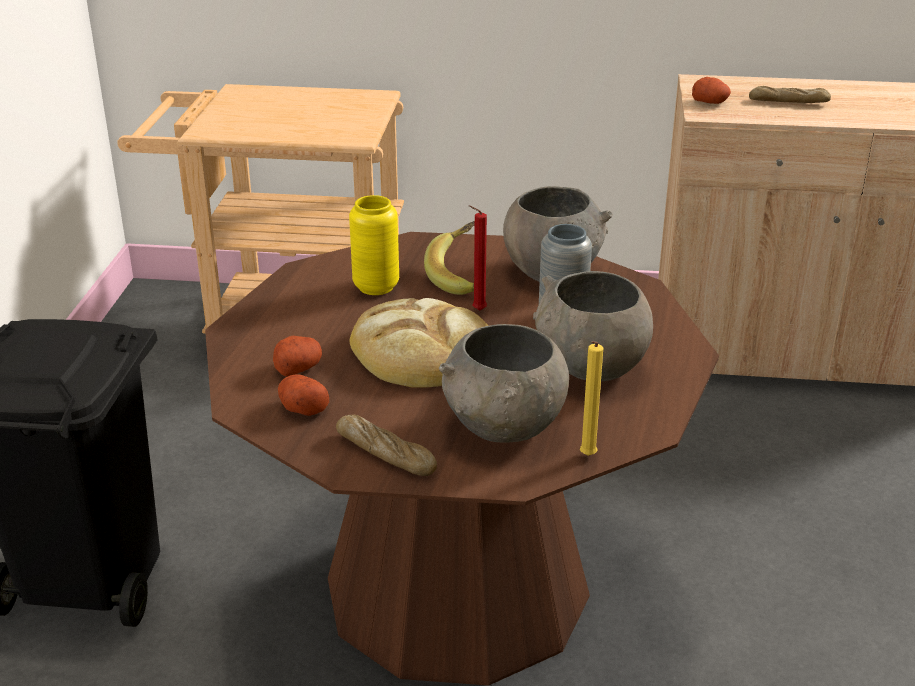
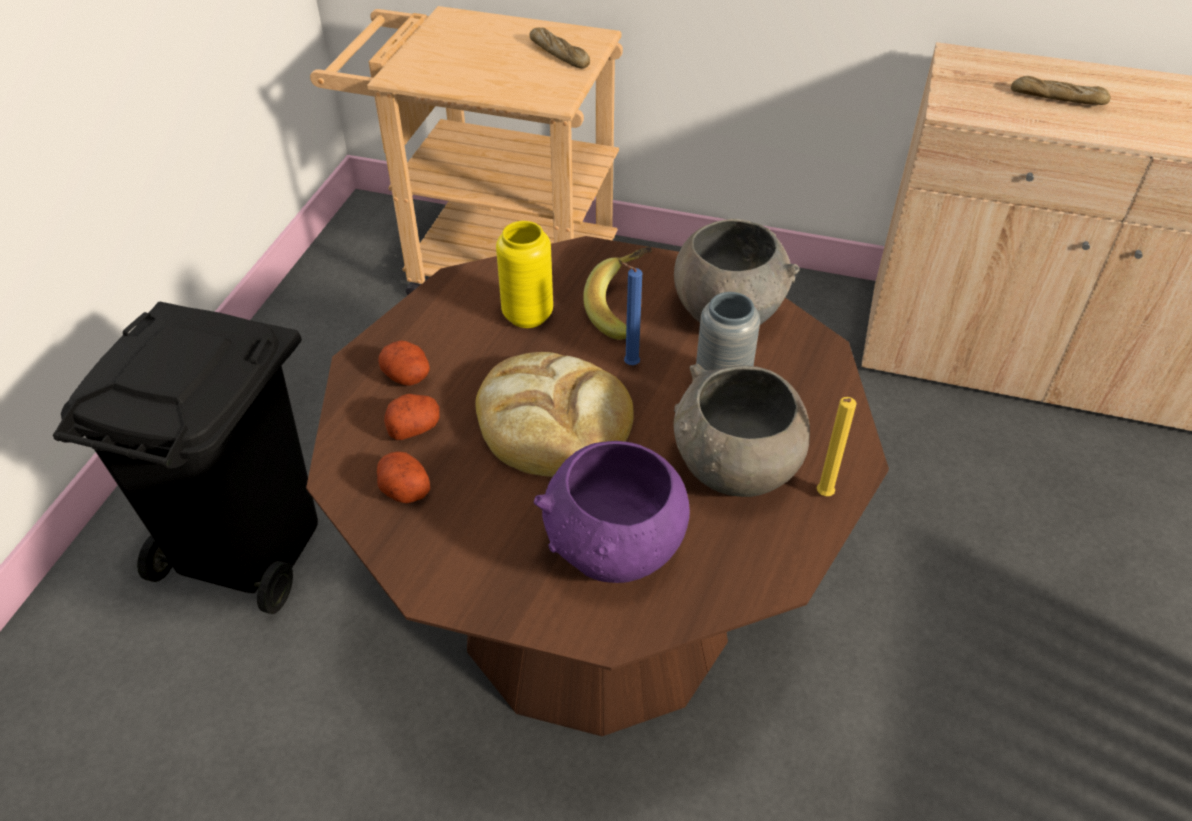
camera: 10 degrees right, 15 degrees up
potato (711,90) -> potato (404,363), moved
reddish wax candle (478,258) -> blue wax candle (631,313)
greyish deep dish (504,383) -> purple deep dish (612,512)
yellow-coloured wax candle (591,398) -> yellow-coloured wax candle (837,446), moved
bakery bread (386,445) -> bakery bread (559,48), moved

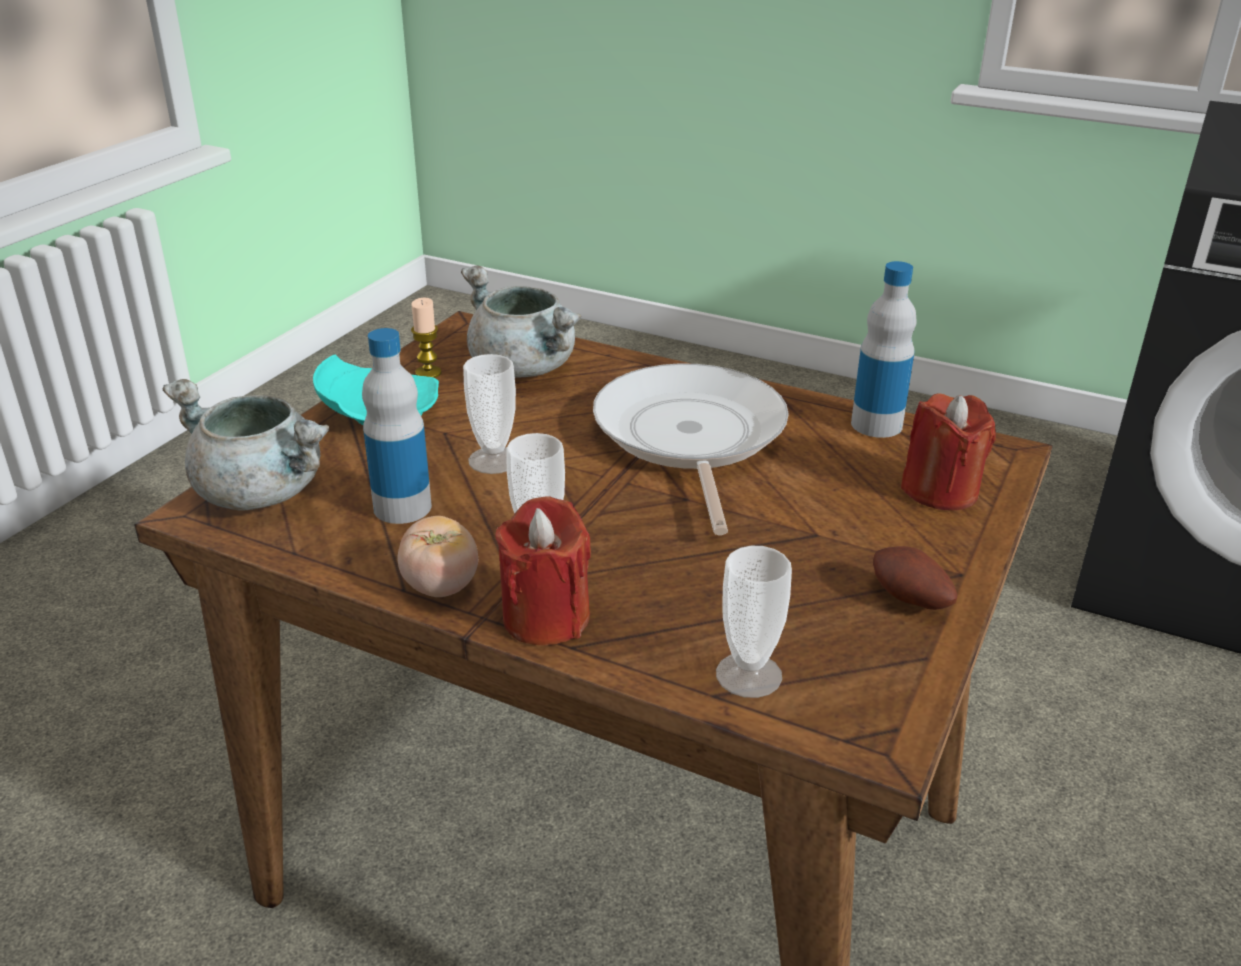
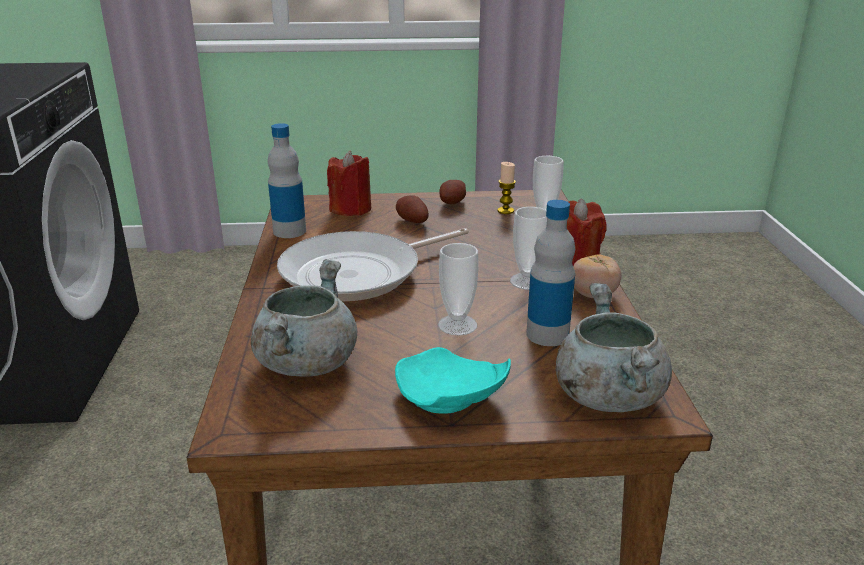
camera: 120 degrees left, 5 degrees down
wax candle (426,338) -> wax candle (506,188), moved
none -> potato (412,209)

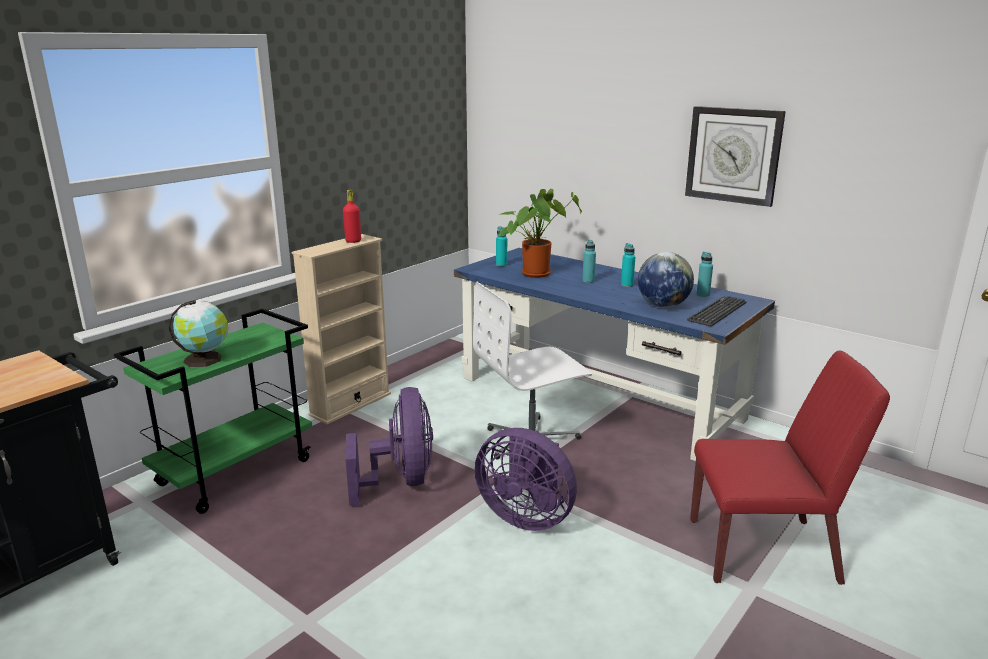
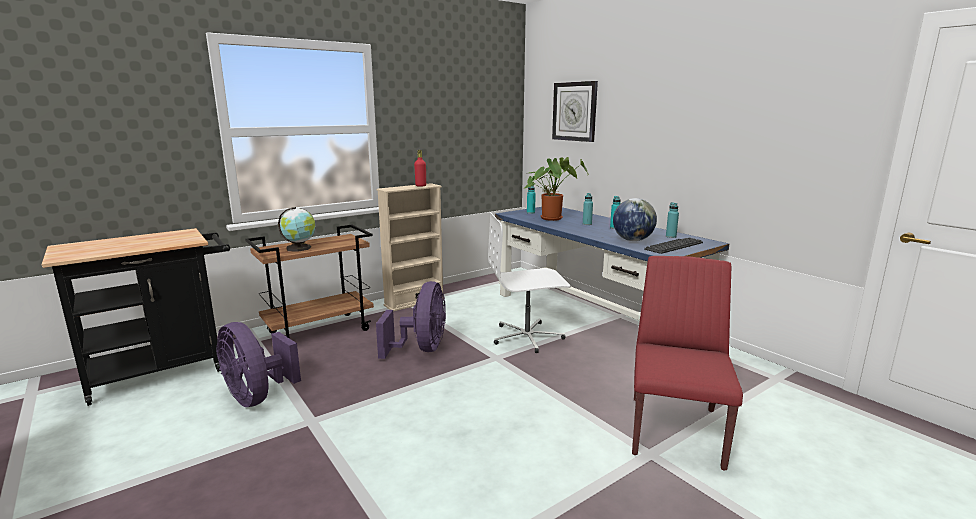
camera: 15 degrees right, 5 degrees down
wall clock (735,156) -> wall clock (575,111), moved
greenish wheeled cart (213,411) -> brown wheeled cart (309,282)
reddish plain chair (790,467) -> reddish plain chair (687,363), 90 degrees counterclockwise
purple fan (525,479) -> purple fan (258,364), moved

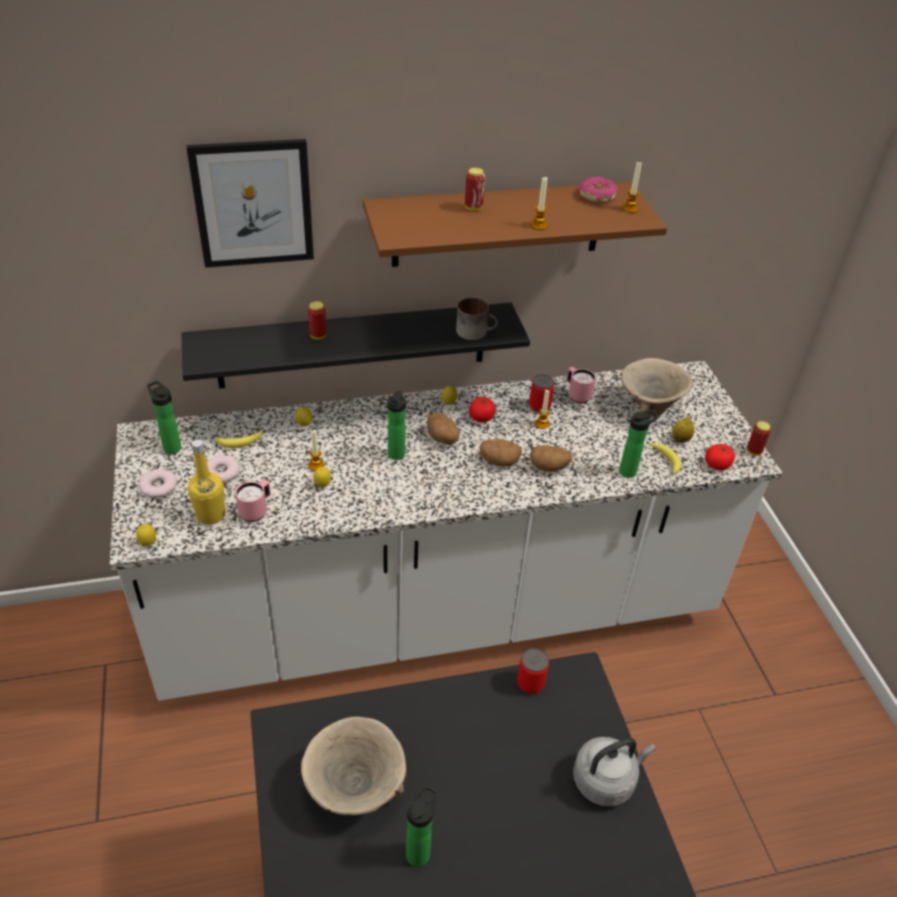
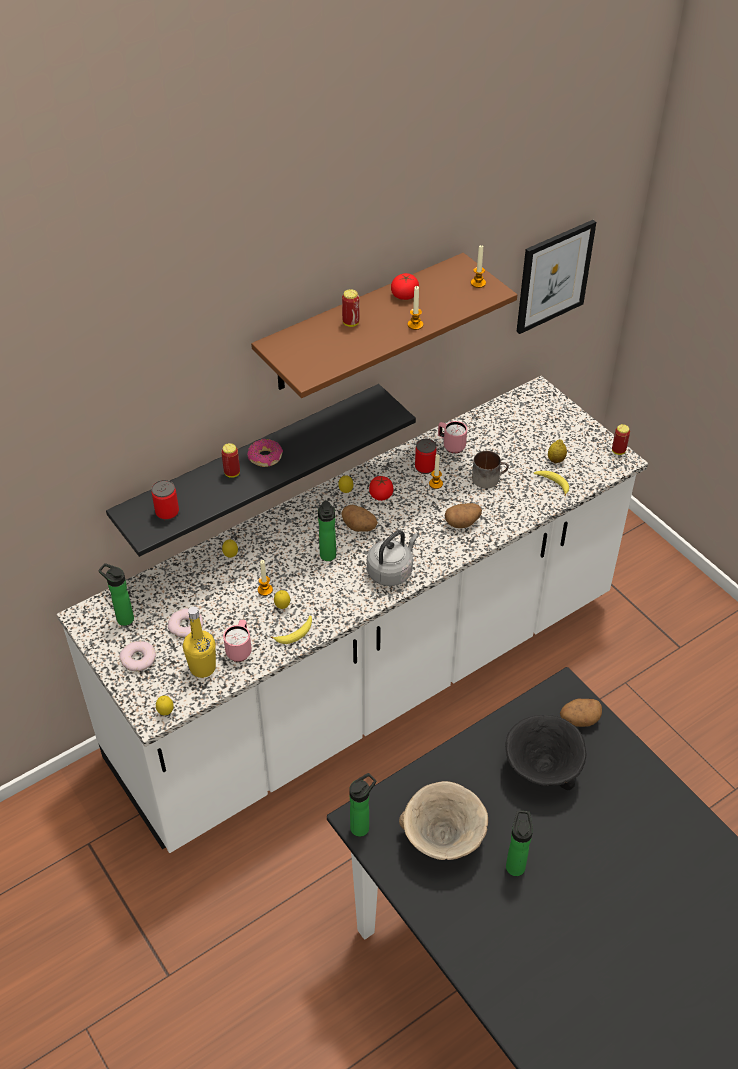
camera: 20 degrees left, 5 degrees up
wall art (250,203) -> wall art (556,277), moved
ring doughnut (598,189) -> ring doughnut (265,453), moved
coffee mug (477,319) -> coffee mug (490,469), moved
sand-coloured deep dish (657,388) -> none
bottle (639,444) -> bottle (362,805), moved
whole banana (238,439) -> whole banana (291,629), moved
potato (501,452) -> potato (581,713), moved
fresh tomato (720,457) -> fresh tomato (405,286), moved
sealed can (533,671) -> sealed can (165,500), moved
greyish kettle (614,771) -> greyish kettle (392,558), moved
none -> black-coloured deep dish (545,752)

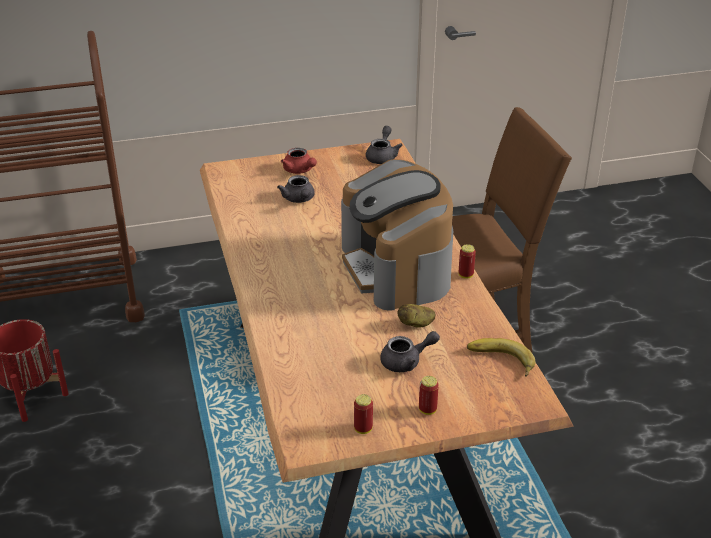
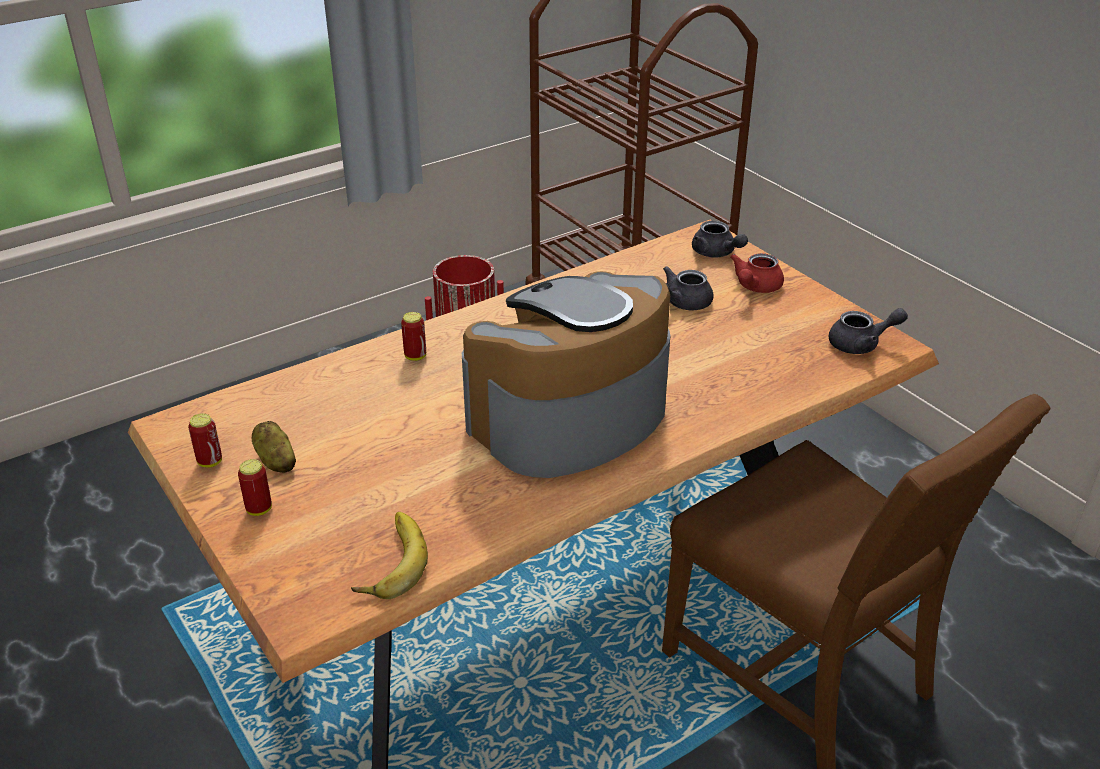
camera: 70 degrees right, 0 degrees up
sealed can (467,261) -> sealed can (413,336), moved
potato (416,316) -> potato (274,447), moved
greyish teapot (410,351) -> greyish teapot (720,239), moved

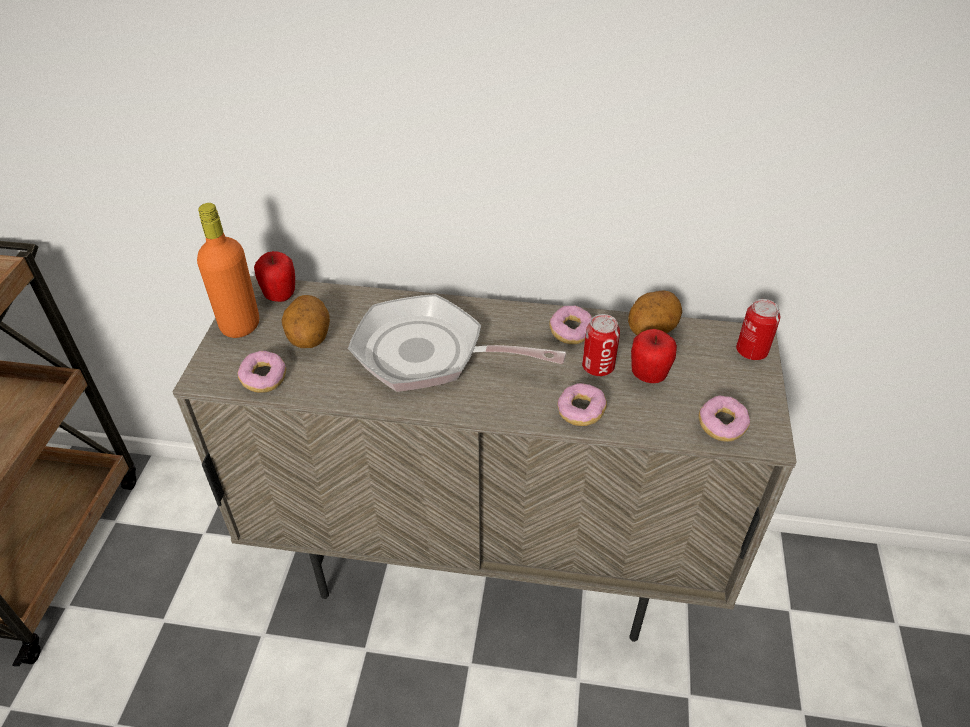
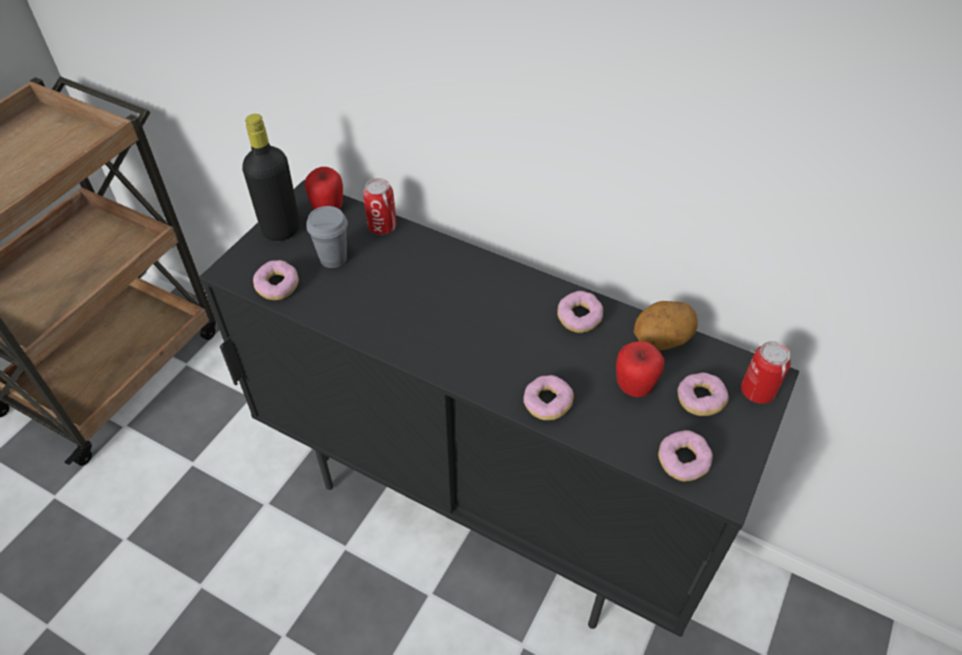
camera: 20 degrees right, 5 degrees up
orange-coloured bottle (228,270) -> black-coloured bottle (271,177)
sand-coloured cabinet (485,459) -> black-coloured cabinet (499,408)
frying pan (457,343) -> none
potato (306,321) -> greyish cup (327,237)
sealed can (601,345) -> sealed can (380,206), moved
none -> ring doughnut (703,394)

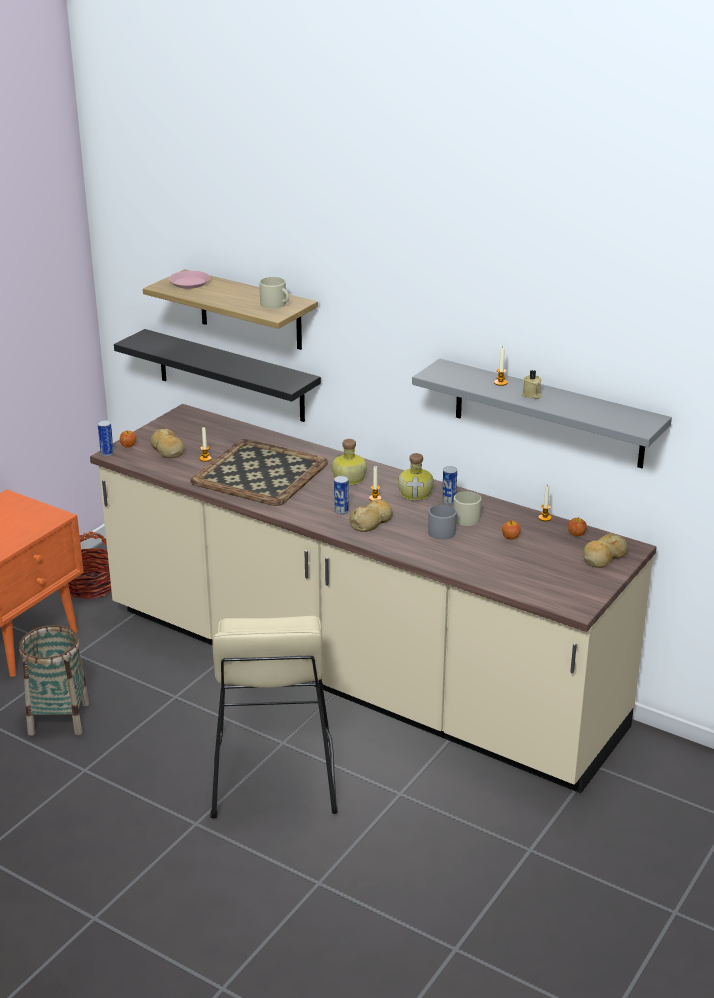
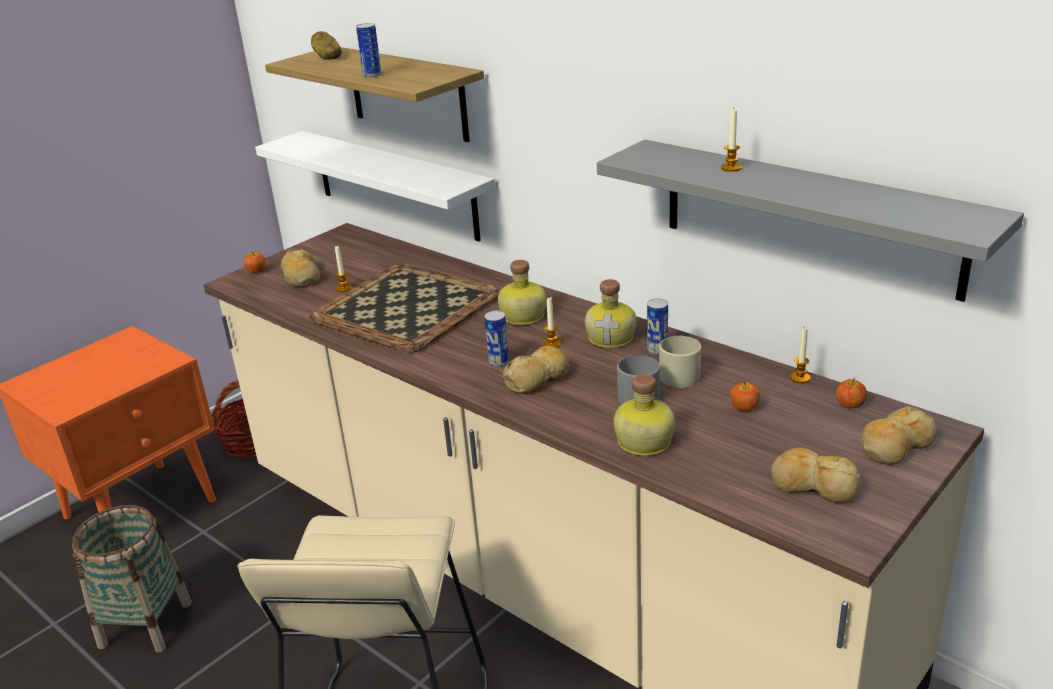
camera: 10 degrees right, 0 degrees up
pinkish dinner plate (189,280) -> potato (326,45)
sand-coloured coffee mug (274,293) -> none
black-coloured bracket shelf (217,375) -> white-coloured bracket shelf (375,186)
sand-coloured wax candle (532,384) -> none
sealed can (106,438) -> sealed can (369,50), moved
none -> bottle (644,415)
none -> bakery bread (816,475)

